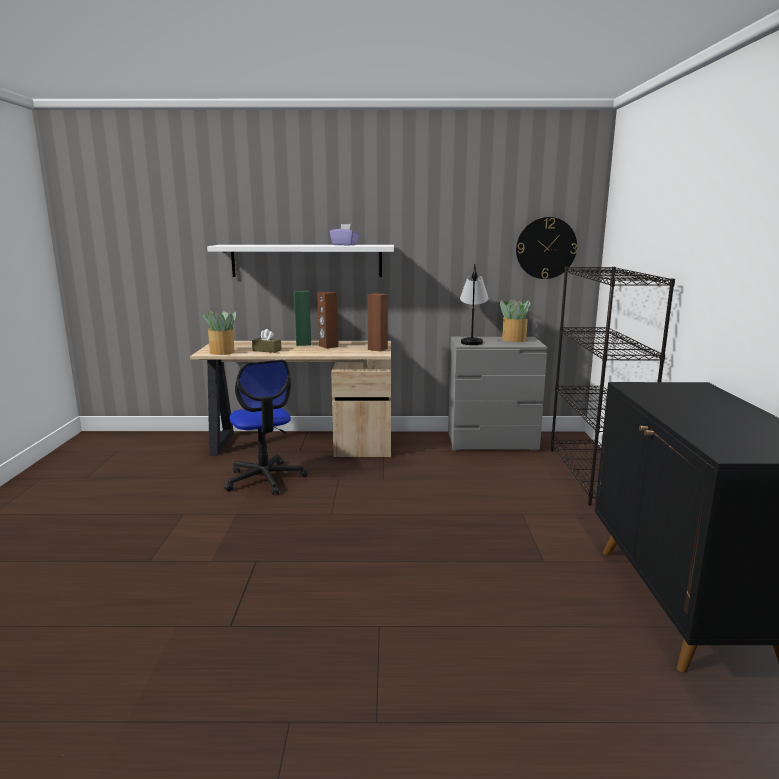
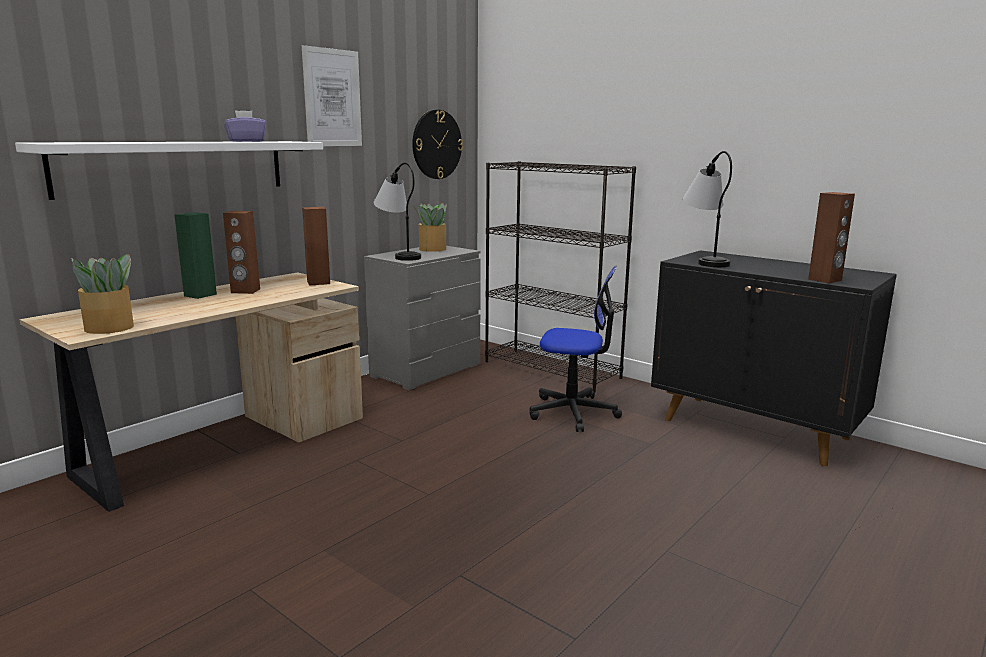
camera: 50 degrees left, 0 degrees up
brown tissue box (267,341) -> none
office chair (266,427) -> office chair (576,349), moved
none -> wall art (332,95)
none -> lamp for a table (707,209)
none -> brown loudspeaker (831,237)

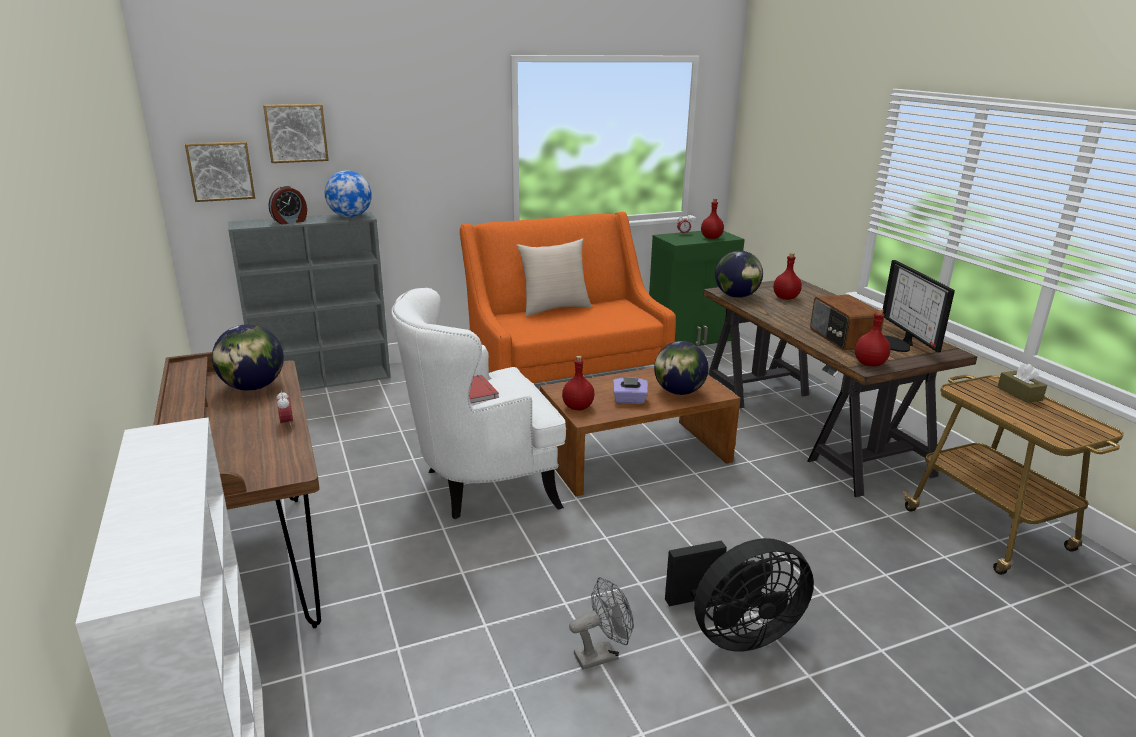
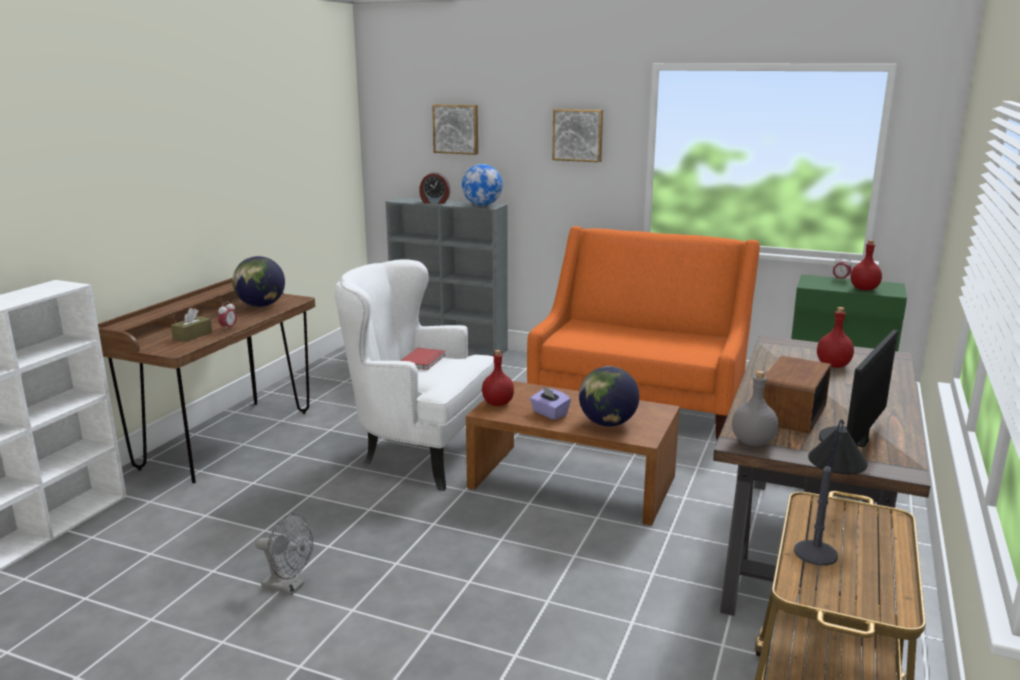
camera: 45 degrees right, 5 degrees down
wall art (220,171) -> wall art (577,135), moved
sand-coloured pillow (554,277) -> none
globe (739,274) -> none
reddish bottle (872,338) -> greyish bottle (755,408)
brown tissue box (1022,383) -> brown tissue box (191,325), moved
black-coloured fan (739,595) -> none
none -> lamp for a table (831,492)

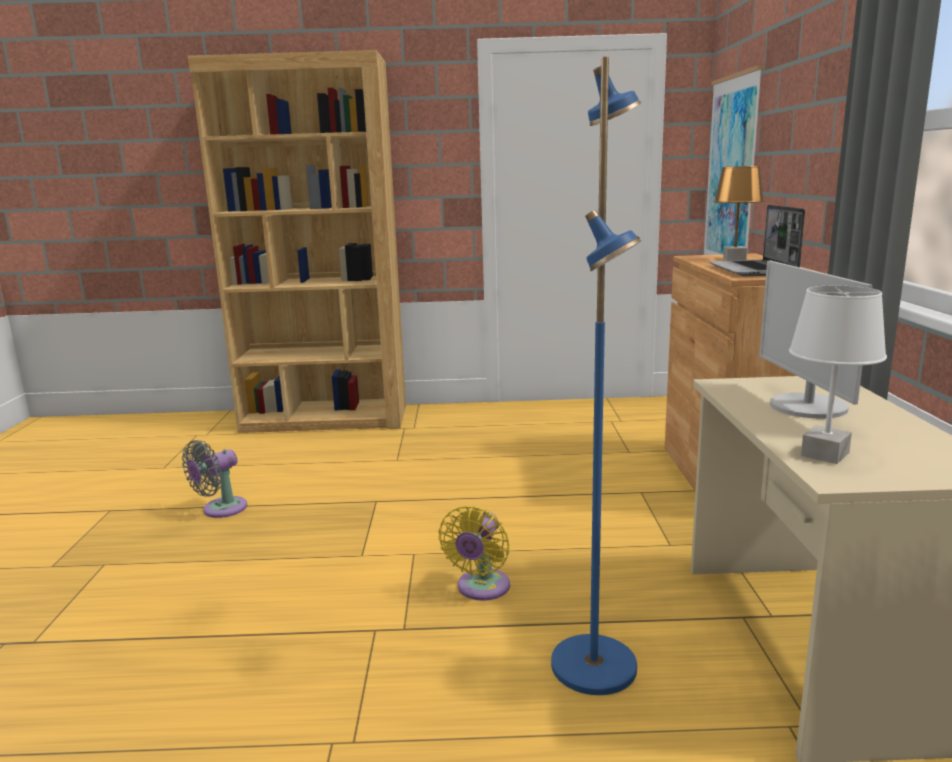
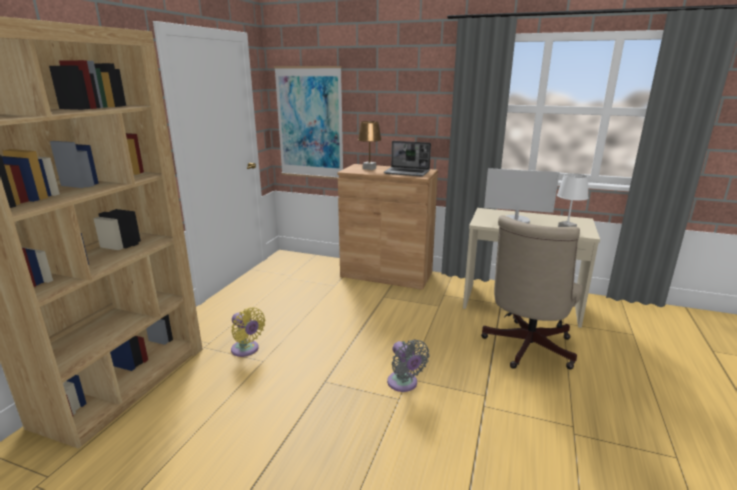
camera: 70 degrees left, 5 degrees up
blue floor lamp (596,376) -> sand-coloured office chair (532,292)
greyish fan (214,479) -> greyish fan (408,365), moved
yellow-coloured fan (474,553) -> yellow-coloured fan (248,332), moved

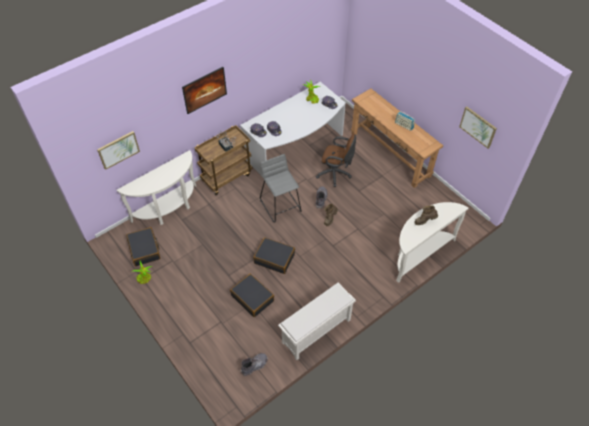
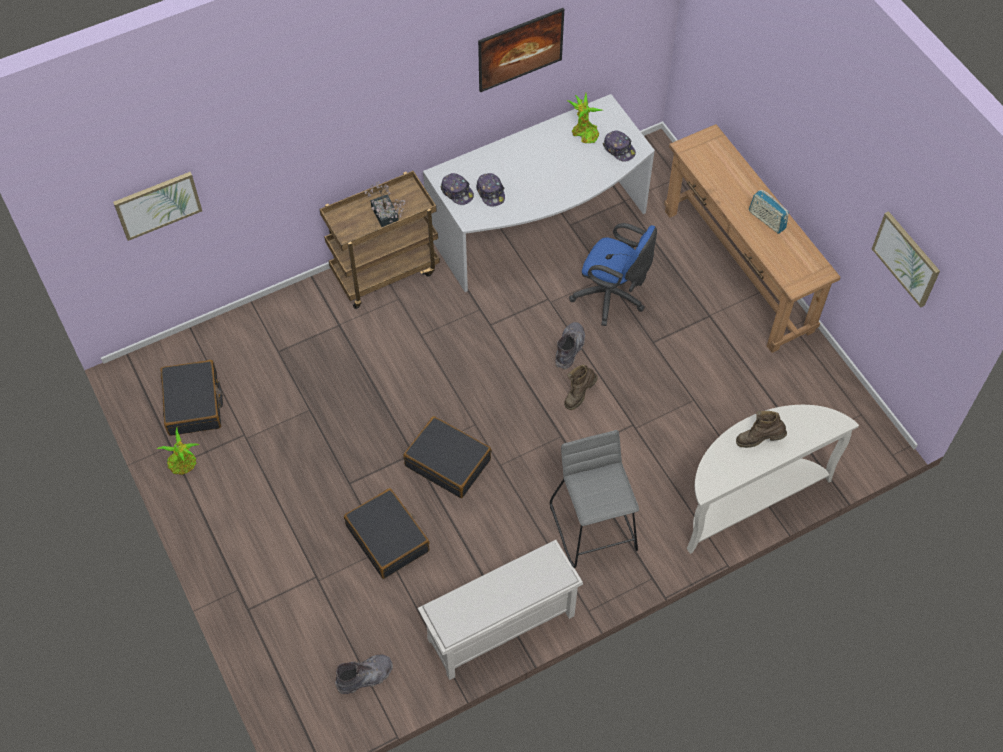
camera: 10 degrees right, 5 degrees up
wall art (204,90) -> wall art (521,50), moved
brown office chair (336,160) -> blue office chair (613,274)
white-coloured narrow table (156,187) -> none
greyish sitting stool (281,188) -> greyish sitting stool (594,499), moved

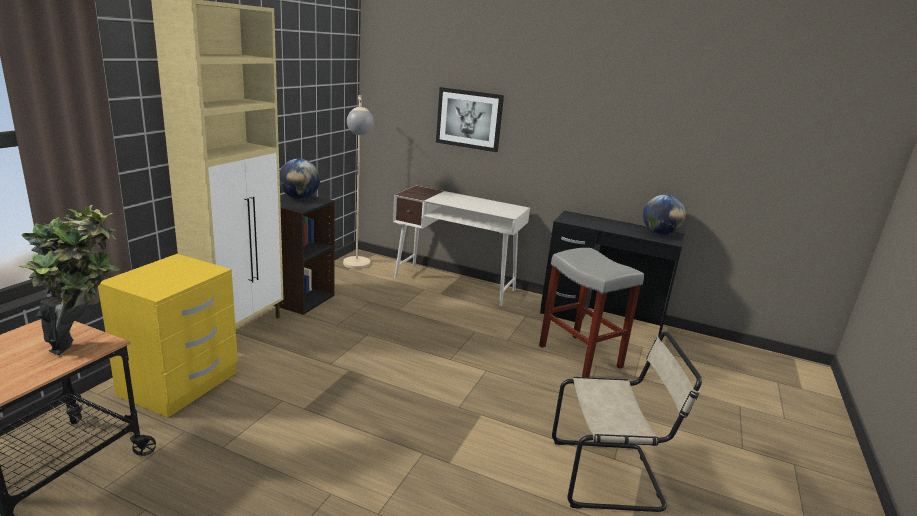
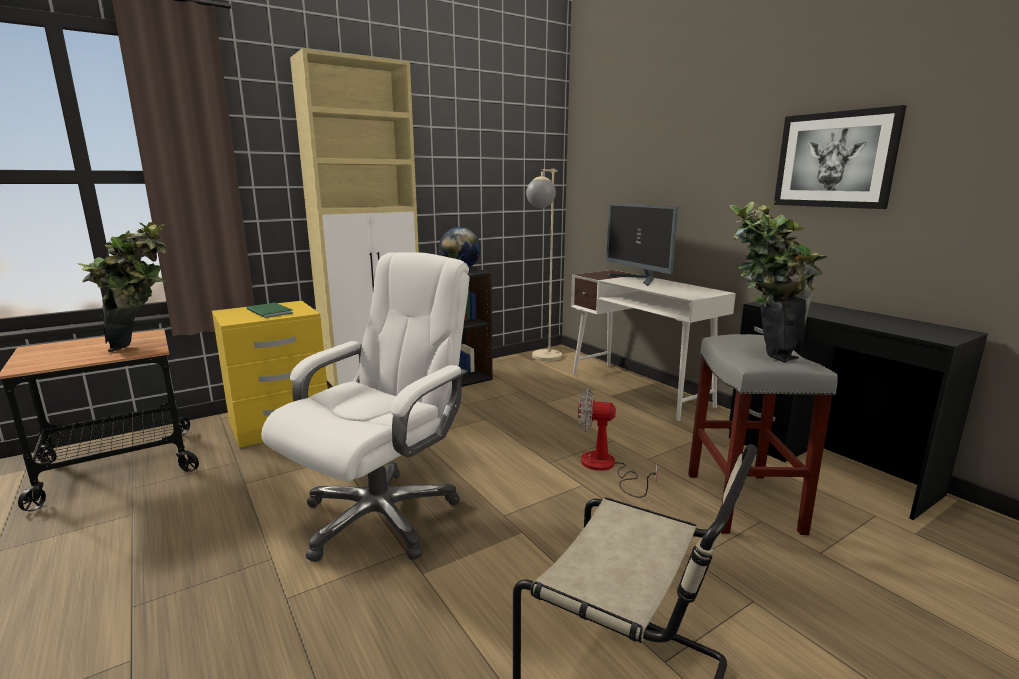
camera: 35 degrees right, 5 degrees down
wall art (470,119) -> wall art (840,157), moved
globe (664,214) -> none
none -> plant in a pot (779,281)
none -> computer screen (642,244)
none -> white-coloured office chair (365,407)
none -> greenish volume (270,310)
none -> fan (618,443)

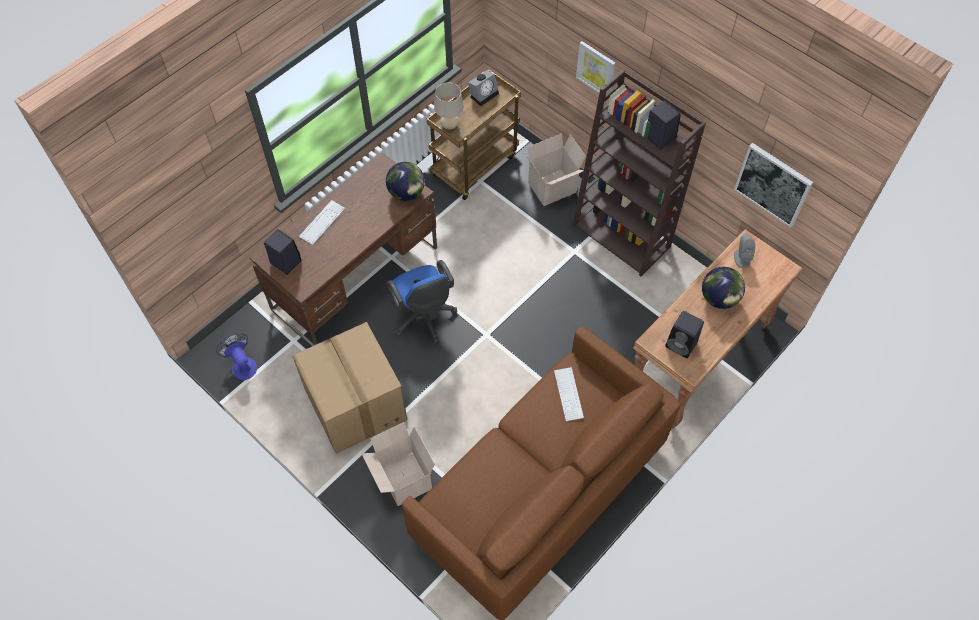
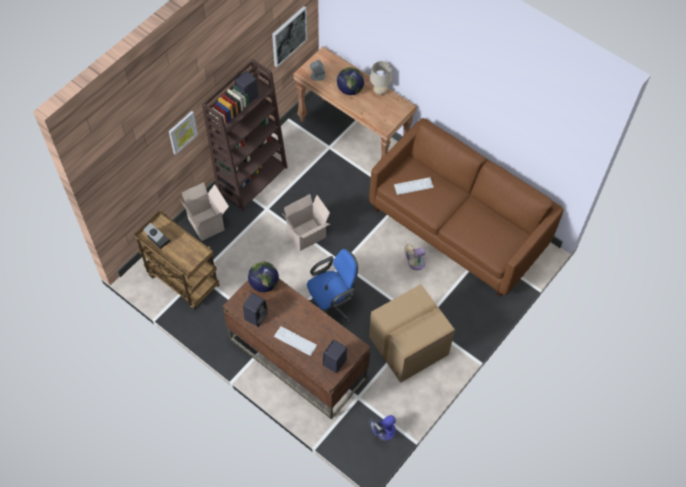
camera: 95 degrees left, 0 degrees up
sand-coloured lamp for a table (449,106) -> sand-coloured lamp for a table (381,78), moved
black-coloured loudspeaker (684,334) -> black-coloured loudspeaker (255,310), moved
packing box (398,464) -> packing box (306,222), moved
none -> sand-coloured fan (414,257)

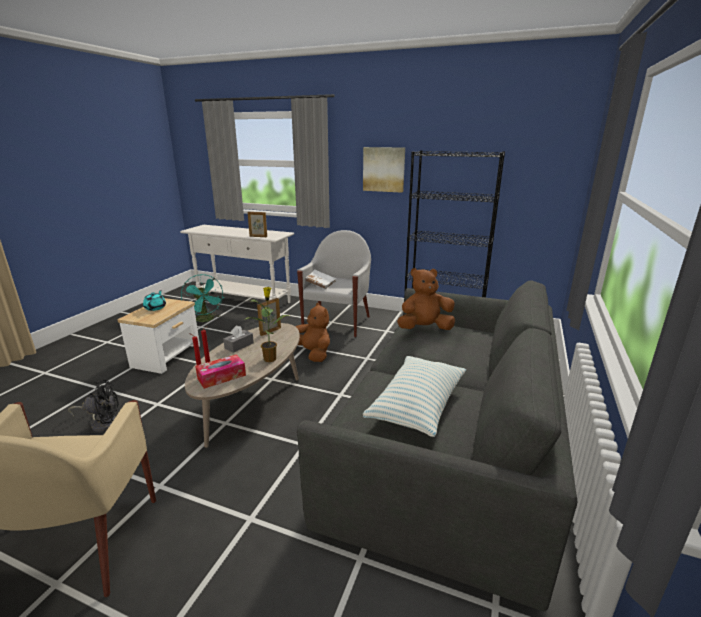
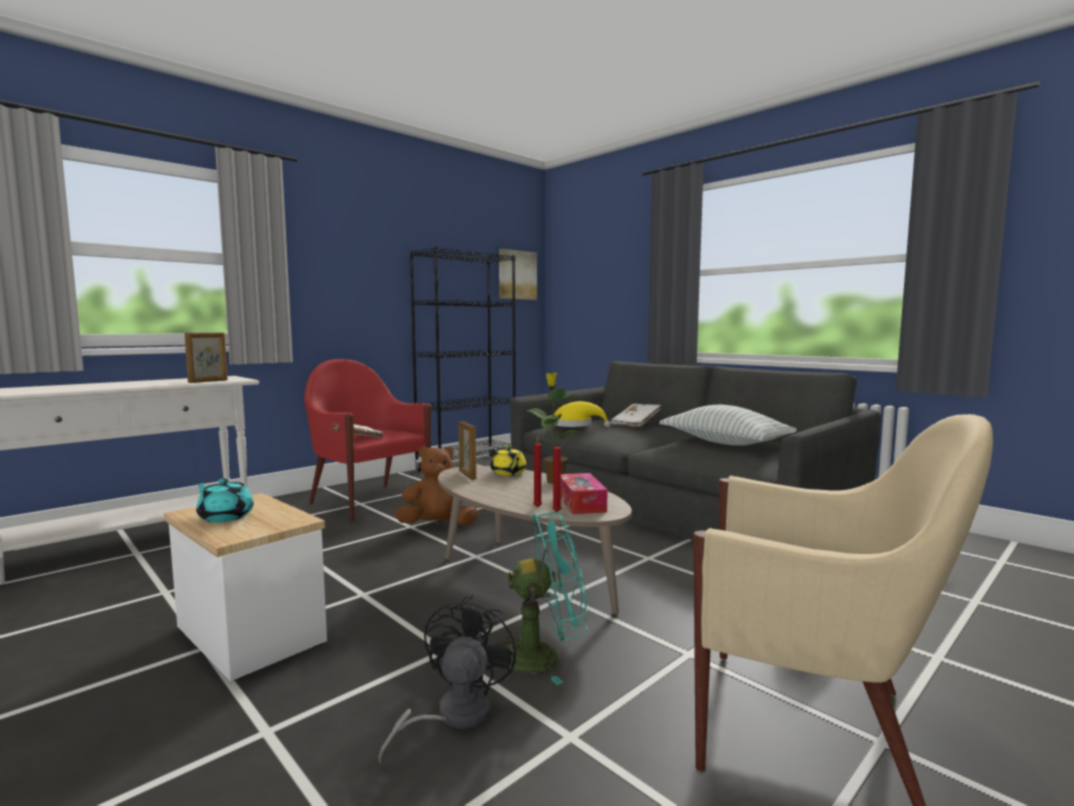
camera: 65 degrees left, 15 degrees down
wall art (384,170) -> wall art (518,274), moved
white-coloured lounge chair (334,283) -> reddish lounge chair (367,440)
brown soft toy (426,299) -> yellow-coloured wearable hat (582,414)
blue-green fan (202,298) -> blue-green fan (542,598), moved
greyish tissue box (238,339) -> none
none -> white-coloured volume (636,415)
none -> yellow-coloured teapot (509,460)

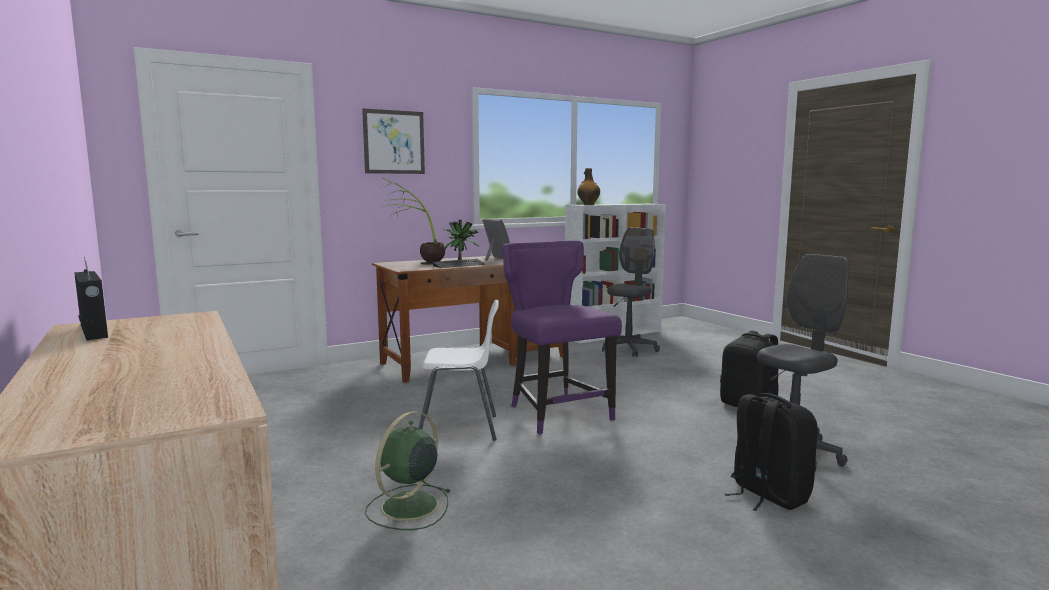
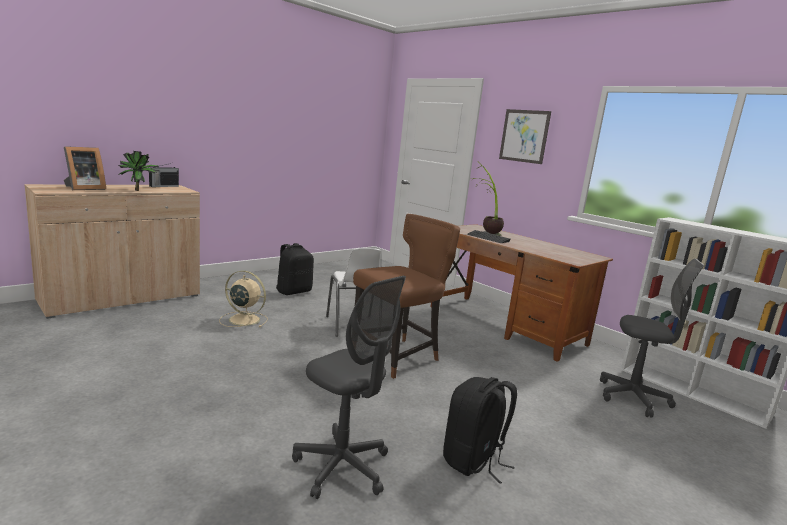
camera: 75 degrees right, 5 degrees up
bottle (588,186) -> none
picture frame (496,239) -> picture frame (85,168), moved
plant in a pot (461,240) -> plant in a pot (138,171), moved
purple plain chair (562,337) -> brown plain chair (406,296)
black-coloured backpack (771,452) -> black-coloured backpack (295,269), moved
greenish fan (407,470) -> sand-coloured fan (243,299)

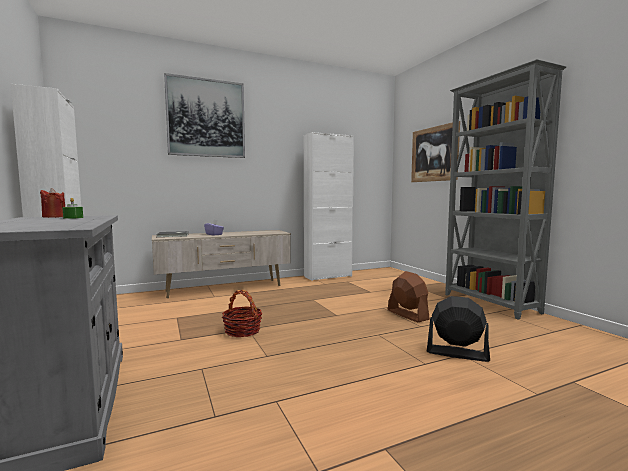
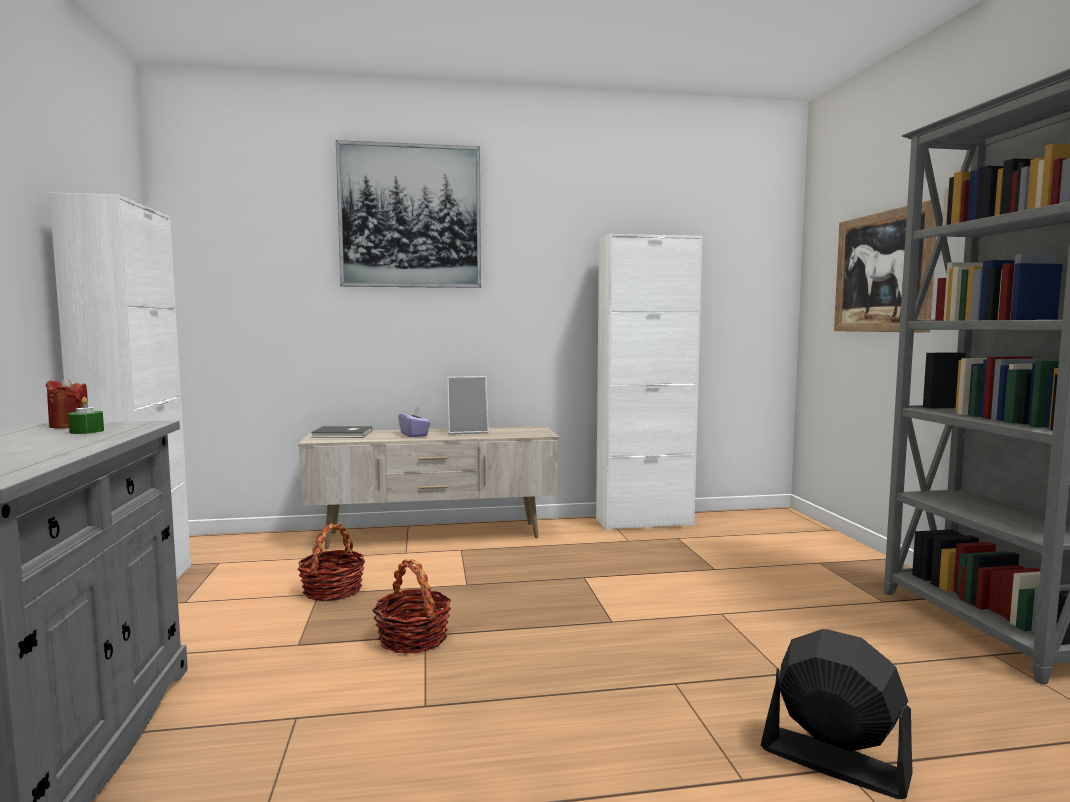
camera: 15 degrees right, 0 degrees up
brown fan (409,296) -> none
none -> picture frame (468,405)
none -> storage basket (331,562)

